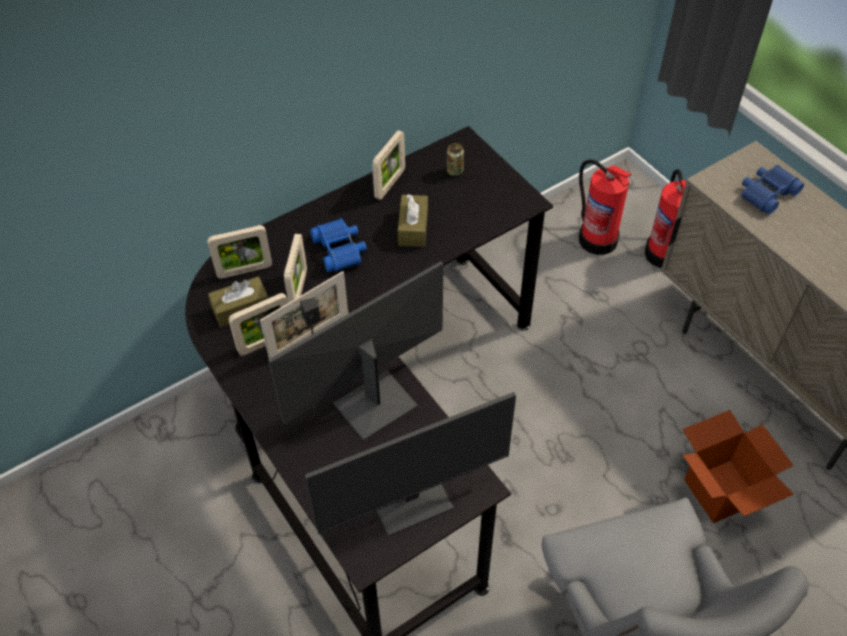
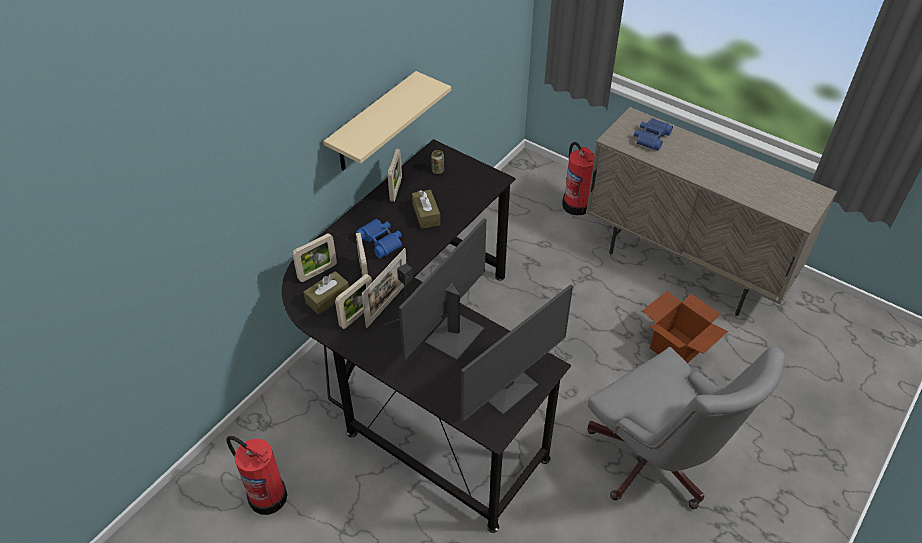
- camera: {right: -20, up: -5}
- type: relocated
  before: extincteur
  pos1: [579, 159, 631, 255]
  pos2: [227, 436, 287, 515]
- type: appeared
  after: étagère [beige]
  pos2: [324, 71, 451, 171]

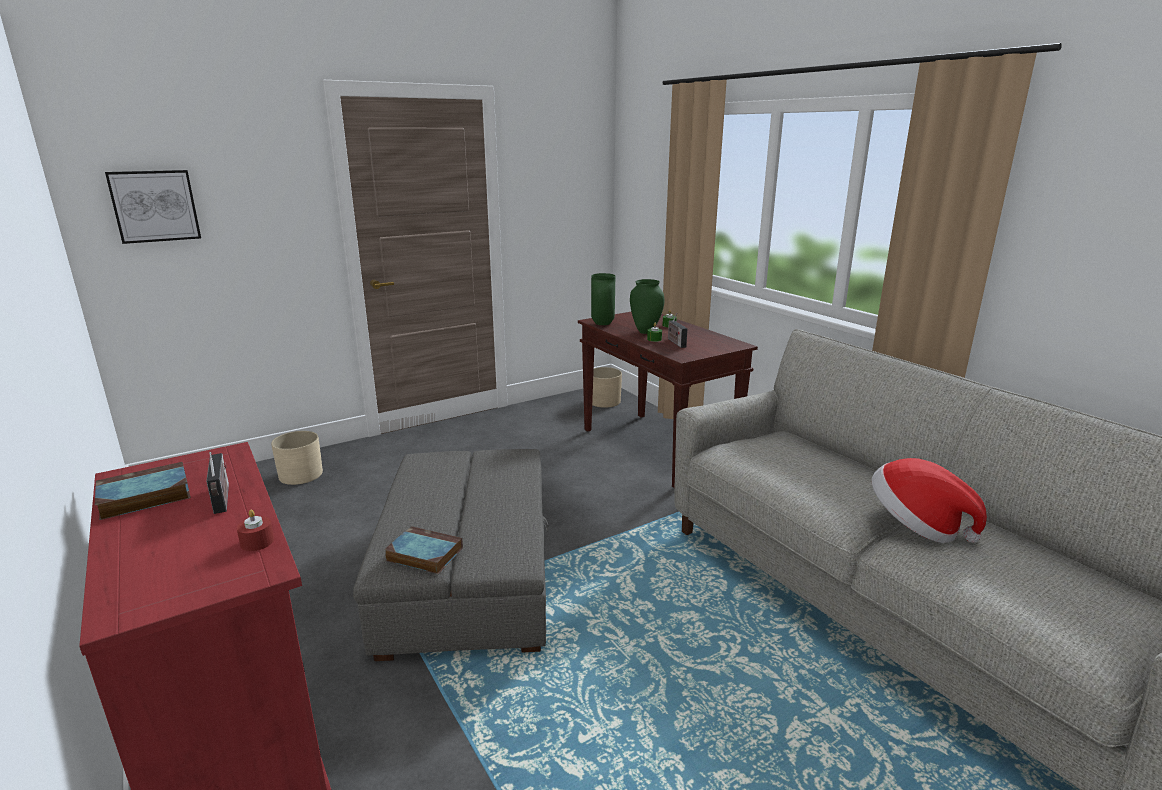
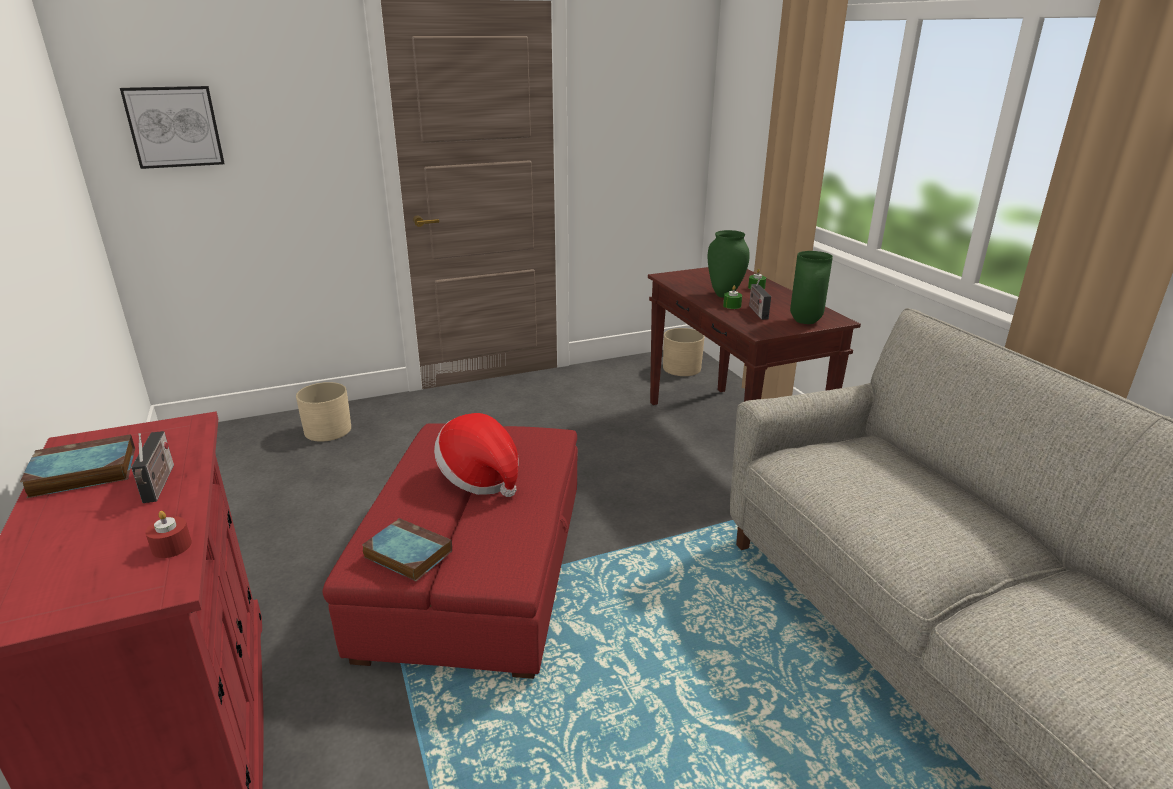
- camera: {right: 10, up: 5}
- type: colour
  before: pouf [gris]
  after: pouf [rouge]
  pos1: [353, 449, 548, 661]
  pos2: [322, 423, 578, 679]
- type: relocated
  before: chapeau
  pos1: [872, 458, 987, 543]
  pos2: [434, 413, 519, 497]
- type: relocated
  before: vase [vert]
  pos1: [591, 273, 615, 325]
  pos2: [790, 251, 833, 324]

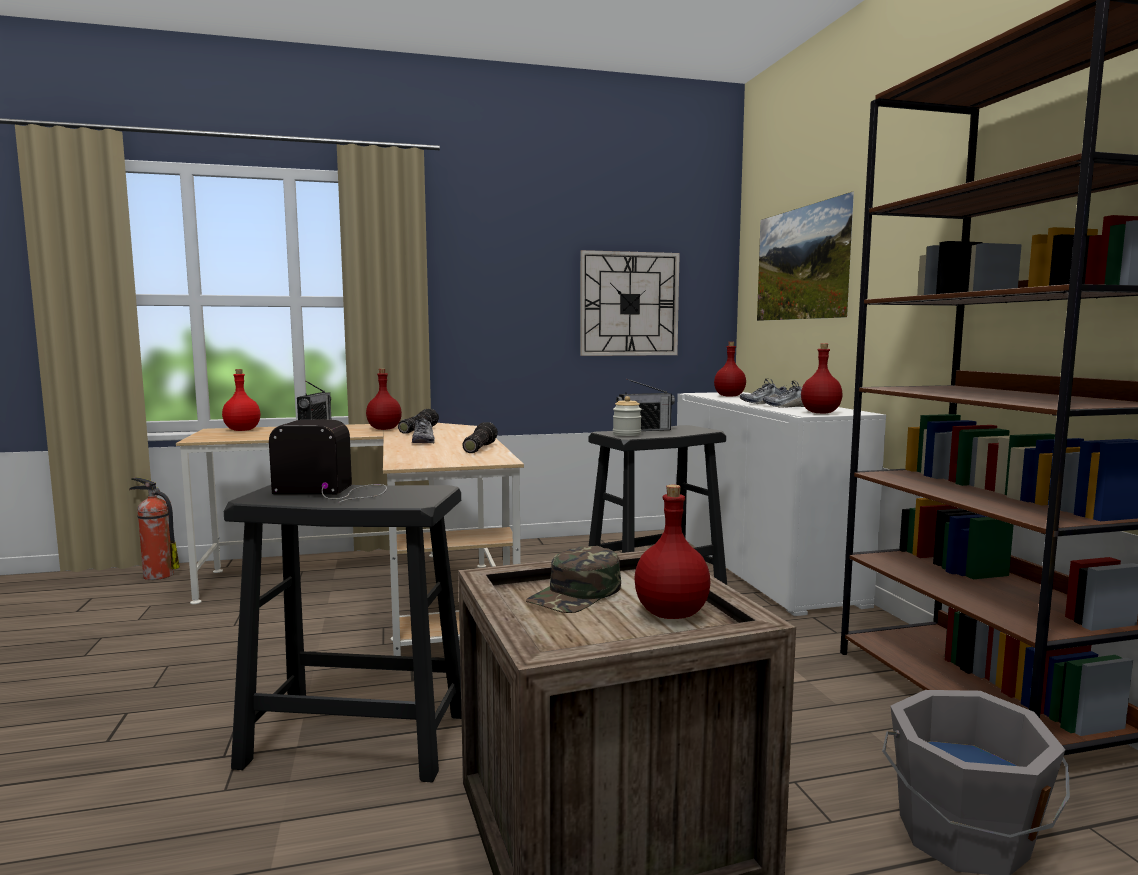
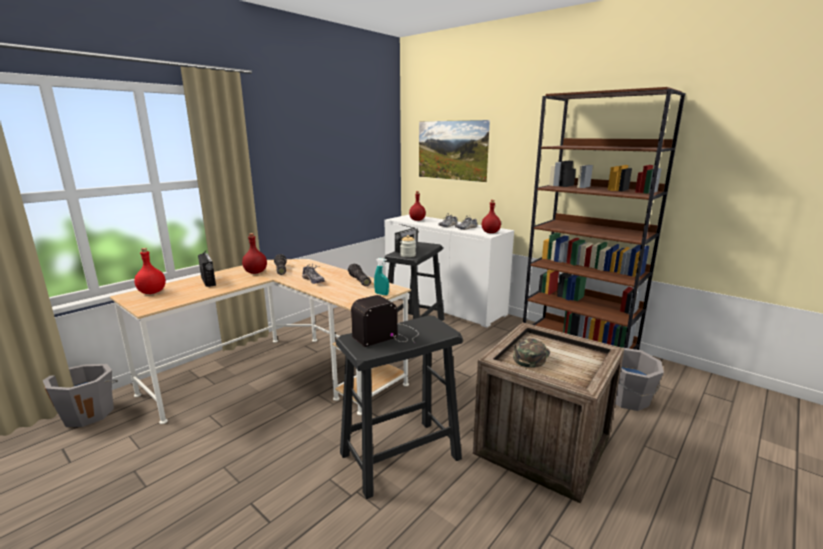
- camera: {right: -35, up: 10}
- type: exchanged
  before: extincteur
  after: seau [gris]
  pos1: [129, 477, 180, 580]
  pos2: [43, 364, 118, 427]
- type: appeared
  after: vaporisateur [turquoise]
  pos2: [374, 258, 389, 295]
- type: spun
  before: casquette [vert]
  pos1: [526, 546, 621, 613]
  pos2: [513, 338, 550, 368]
  turn: -150
- type: missing
  before: horloge murale
  pos1: [580, 250, 680, 356]
- type: missing
  before: bouteille [rouge]
  pos1: [634, 485, 710, 619]

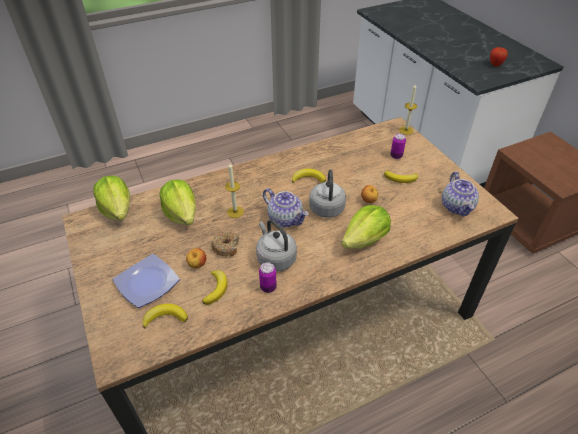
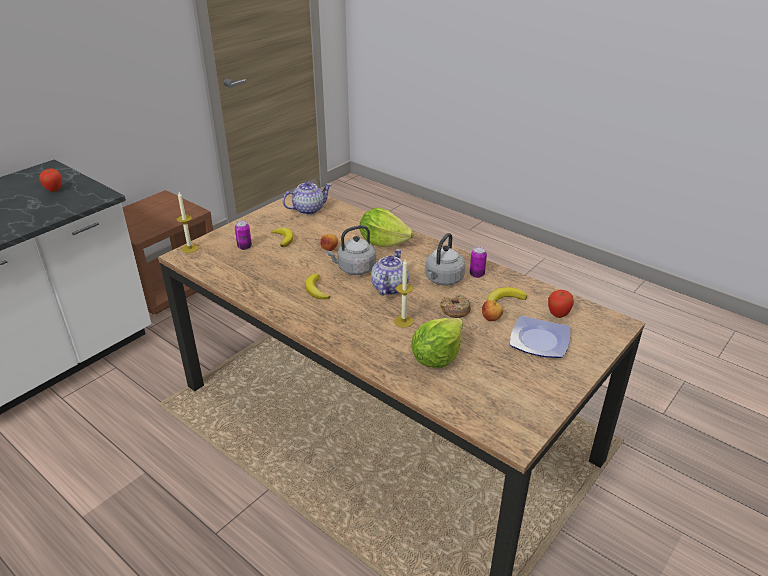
- camera: {right: -115, up: -10}
- type: exchanged
  before: banane
  after: pomme
  pos1: [143, 304, 188, 328]
  pos2: [548, 290, 574, 318]
- type: missing
  before: laitue
  pos1: [93, 175, 130, 221]

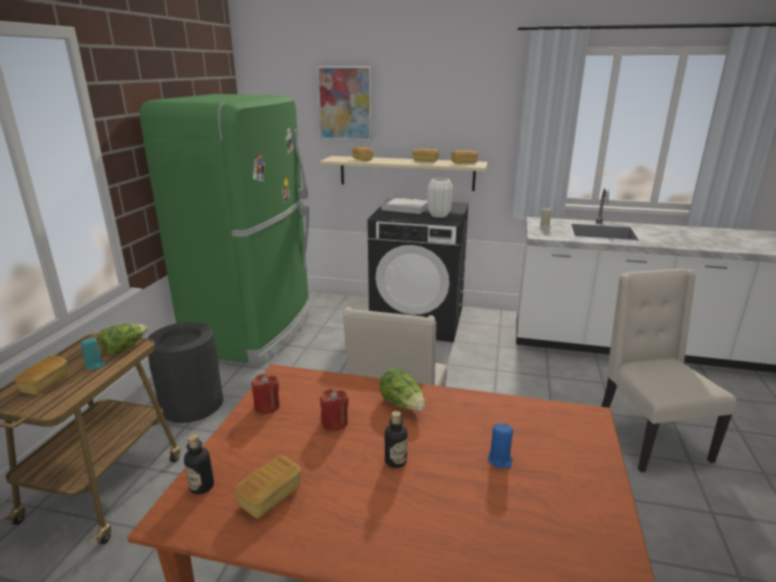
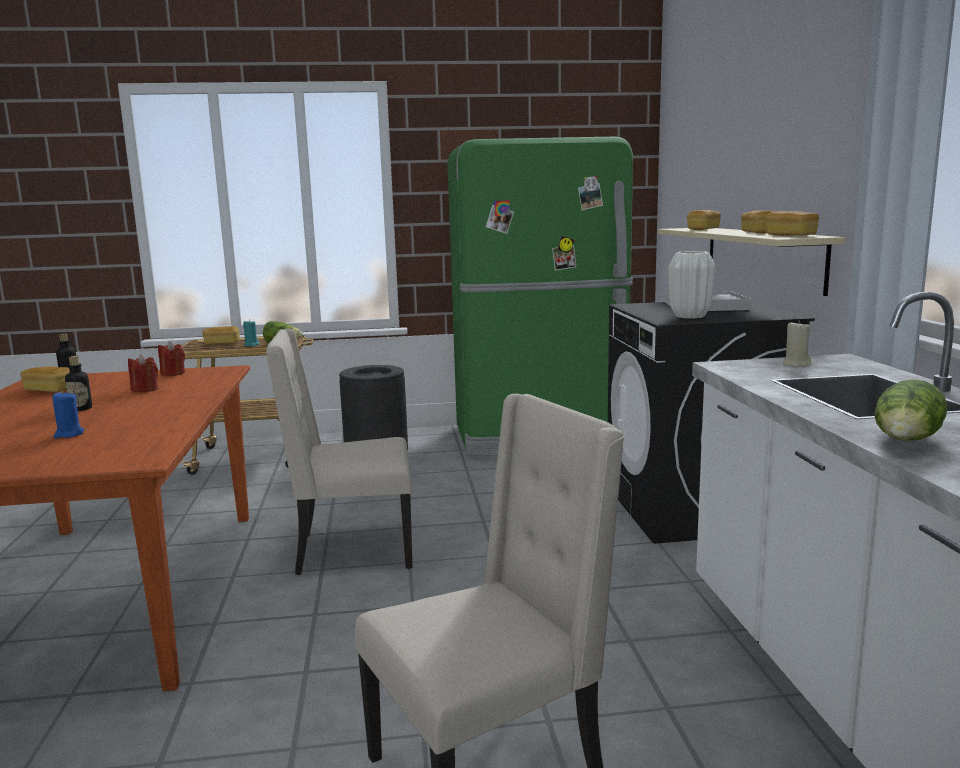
- camera: {right: 70, up: -10}
- type: relocated
  before: laitue
  pos1: [379, 367, 425, 411]
  pos2: [874, 379, 948, 441]
- type: missing
  before: tableau
  pos1: [317, 66, 372, 141]

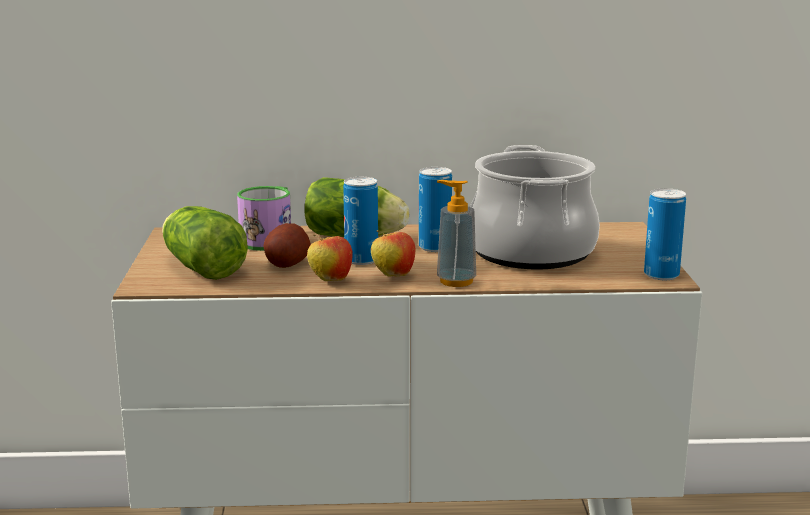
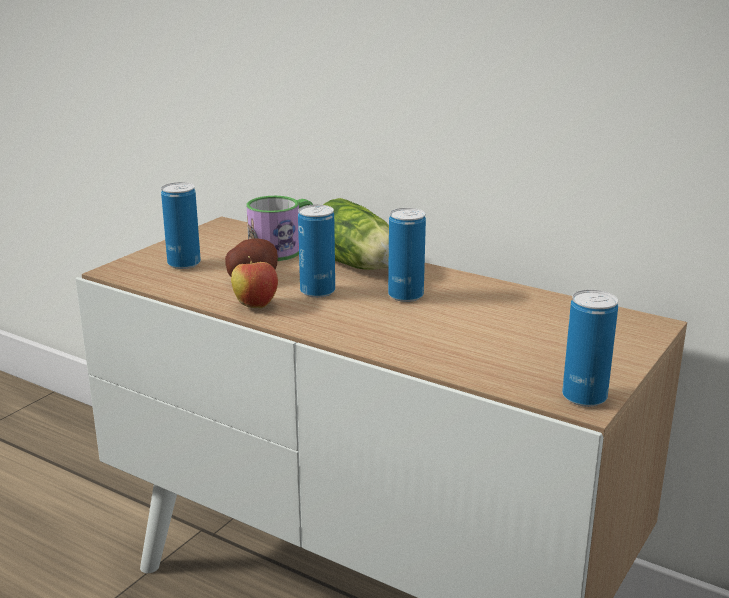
- camera: {right: 35, up: 5}
- type: exchanged
  before: laitue
  after: boîte métallique
  pos1: [162, 206, 248, 280]
  pos2: [161, 182, 201, 269]
- type: missing
  before: pomme
  pos1: [371, 230, 415, 277]
- type: missing
  before: distributeur de savon
  pos1: [437, 180, 476, 287]
- type: missing
  before: marmite
  pos1: [470, 145, 600, 269]

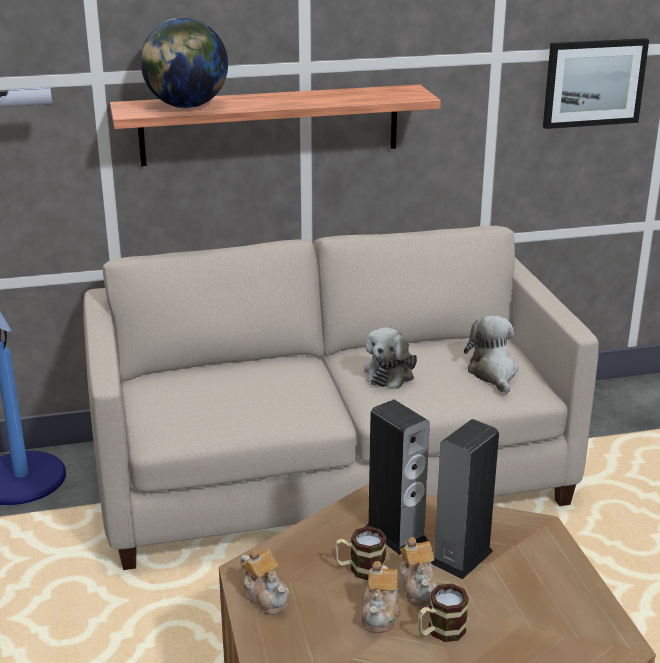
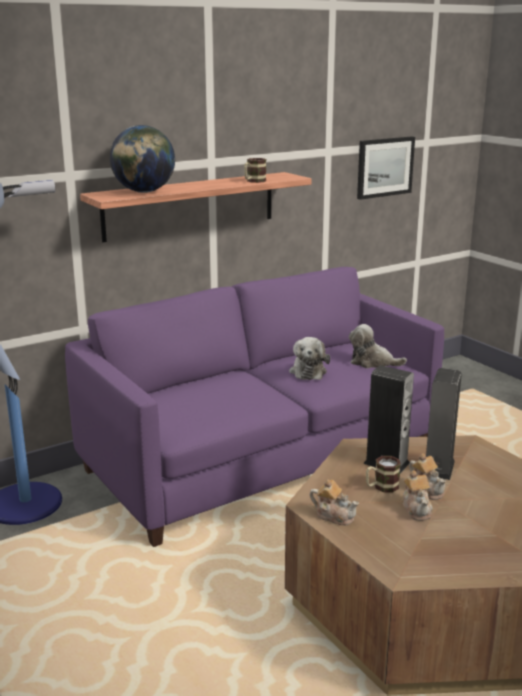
- camera: {right: -20, up: -5}
- type: colour
  before: canapé [beige]
  after: canapé [violet]
  pos1: [83, 226, 599, 570]
  pos2: [65, 267, 444, 547]
- type: relocated
  before: mug
  pos1: [418, 584, 469, 642]
  pos2: [244, 158, 266, 183]
- type: spun
  before: peluche
  pos1: [464, 316, 518, 394]
  pos2: [349, 324, 407, 368]
  turn: -45

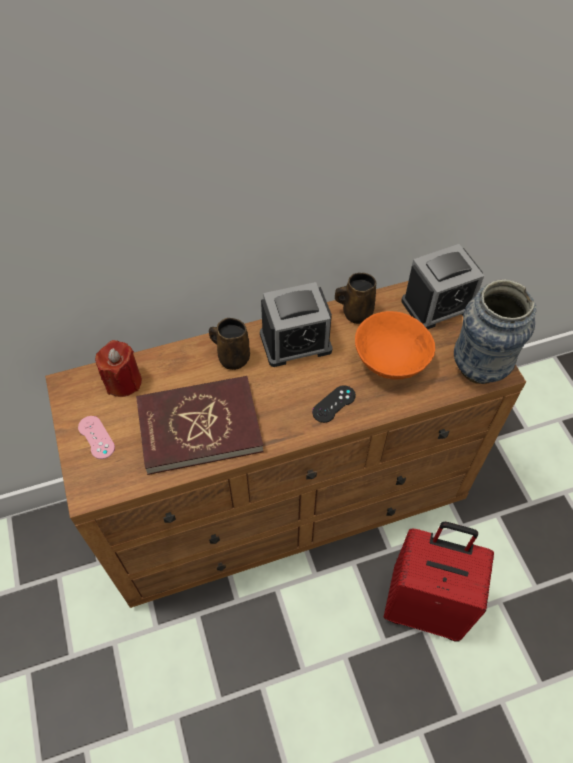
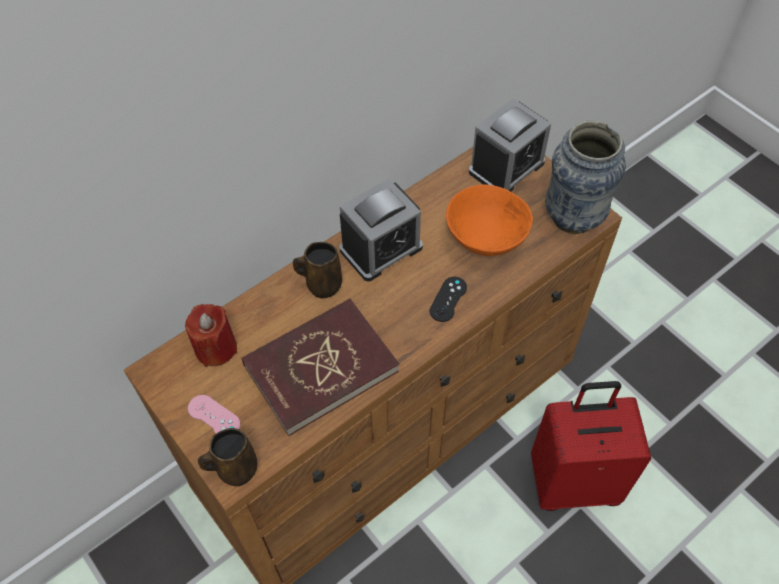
- camera: {right: -20, up: 0}
- type: relocated
  before: mug [marron]
  pos1: [335, 273, 376, 324]
  pos2: [198, 428, 257, 486]

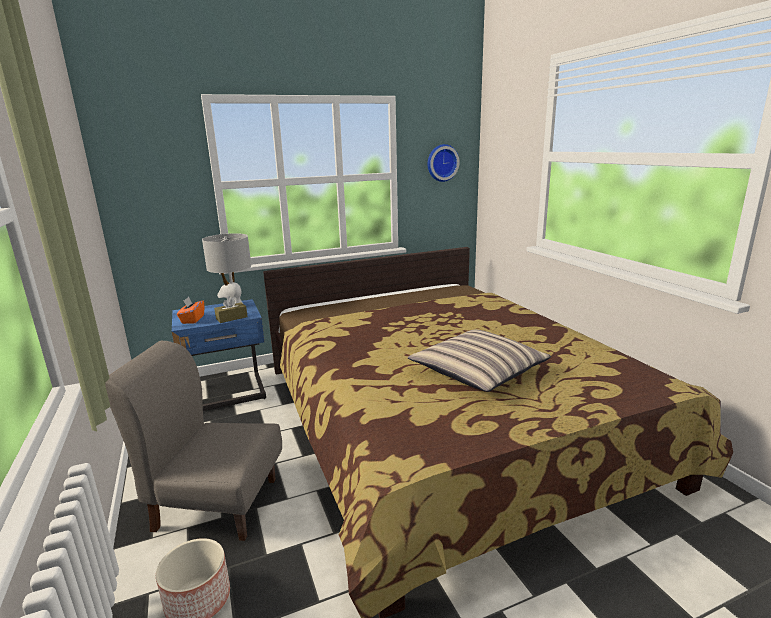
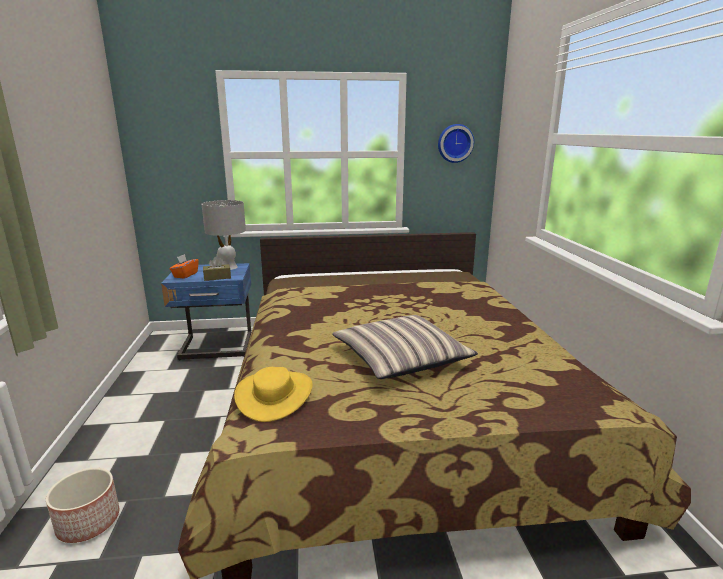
- camera: {right: 15, up: 0}
- type: appeared
  after: chapeau [jaune]
  pos2: [234, 367, 313, 422]
- type: missing
  before: chaise [gris]
  pos1: [105, 341, 282, 541]

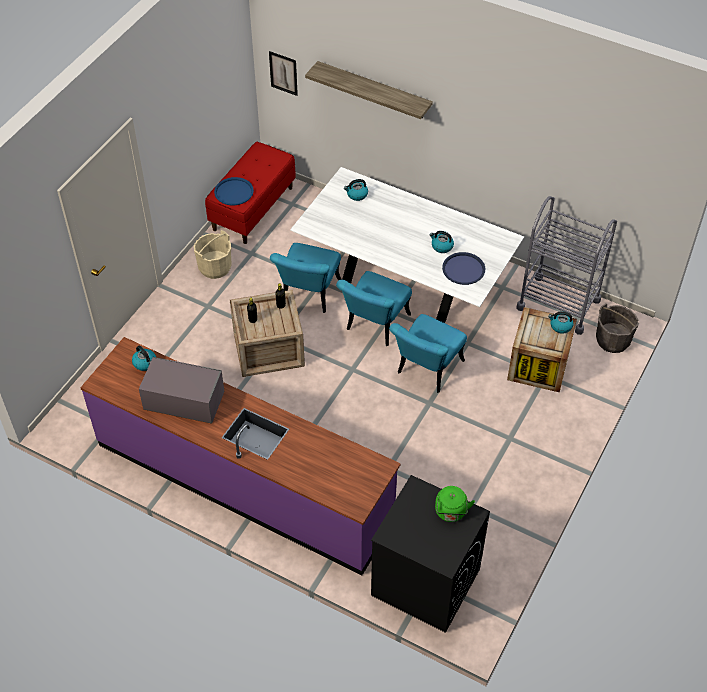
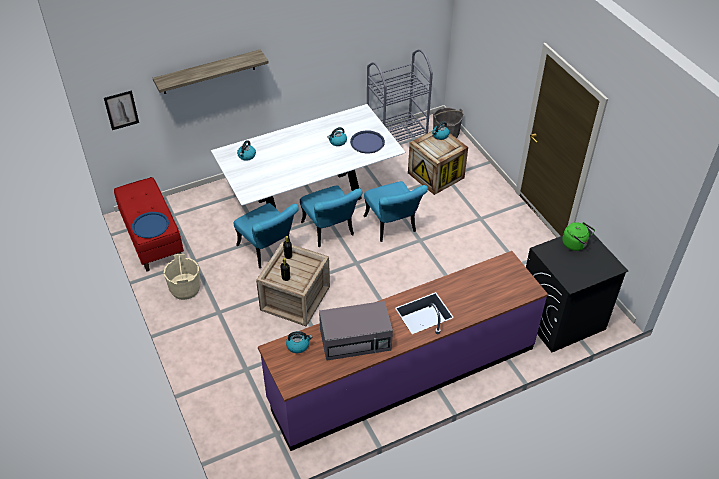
- camera: {right: -55, up: -5}
- type: spun
  before: micro-ondes [gris]
  pos1: [139, 357, 224, 424]
  pos2: [319, 301, 393, 361]
  turn: -150

